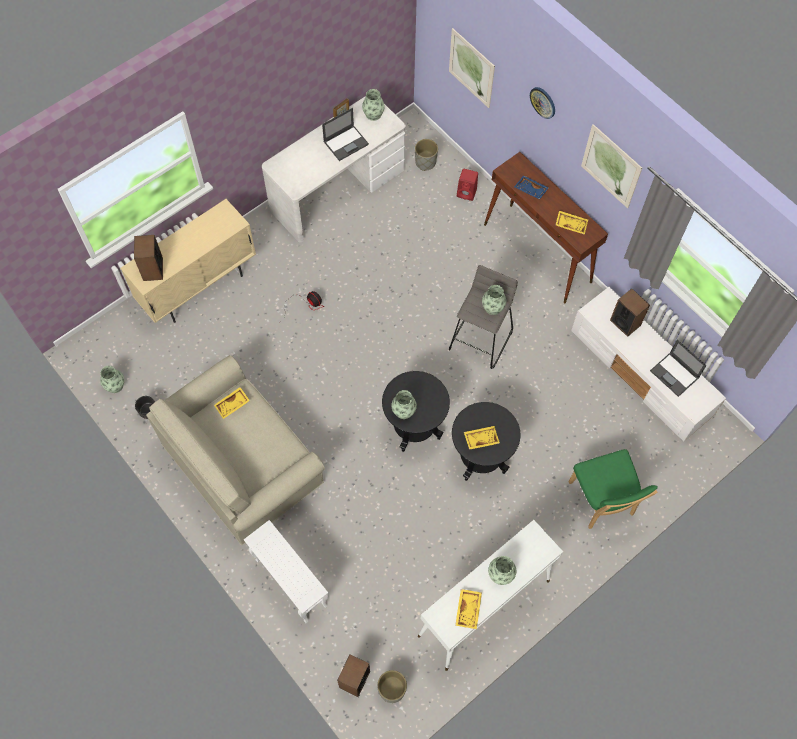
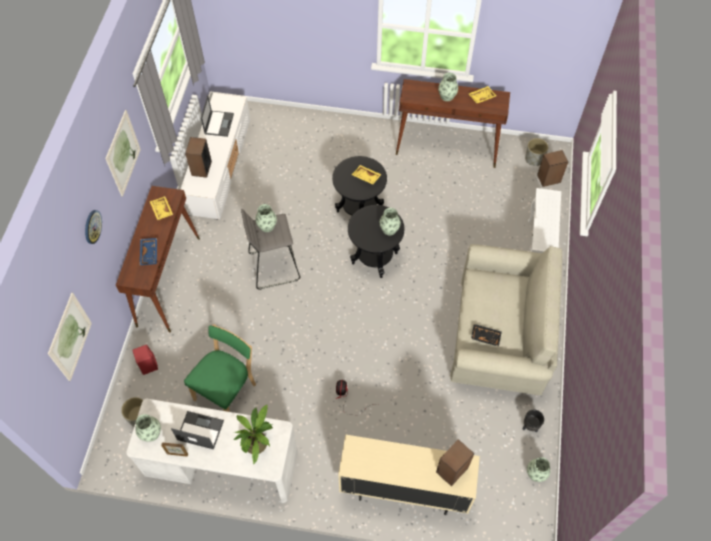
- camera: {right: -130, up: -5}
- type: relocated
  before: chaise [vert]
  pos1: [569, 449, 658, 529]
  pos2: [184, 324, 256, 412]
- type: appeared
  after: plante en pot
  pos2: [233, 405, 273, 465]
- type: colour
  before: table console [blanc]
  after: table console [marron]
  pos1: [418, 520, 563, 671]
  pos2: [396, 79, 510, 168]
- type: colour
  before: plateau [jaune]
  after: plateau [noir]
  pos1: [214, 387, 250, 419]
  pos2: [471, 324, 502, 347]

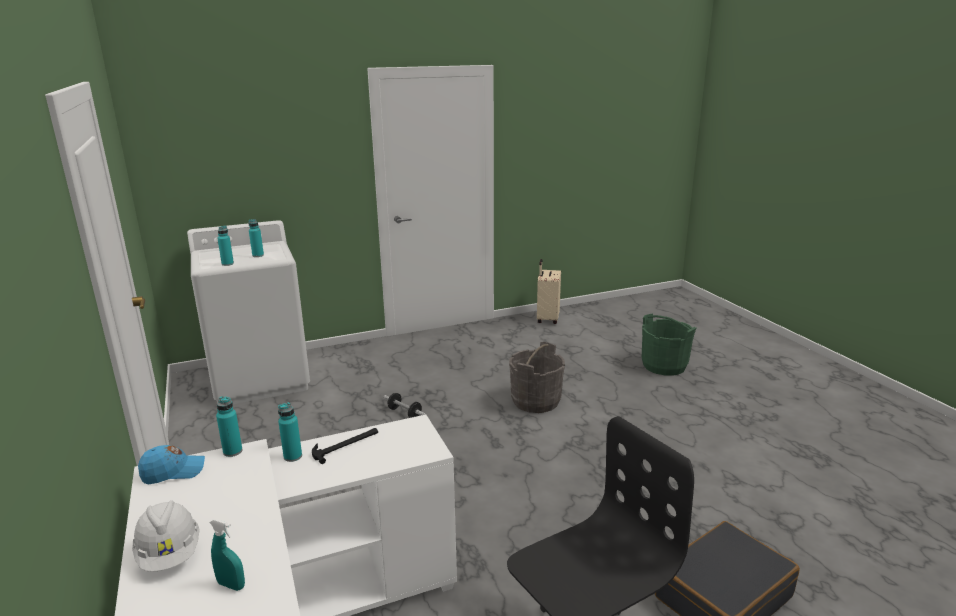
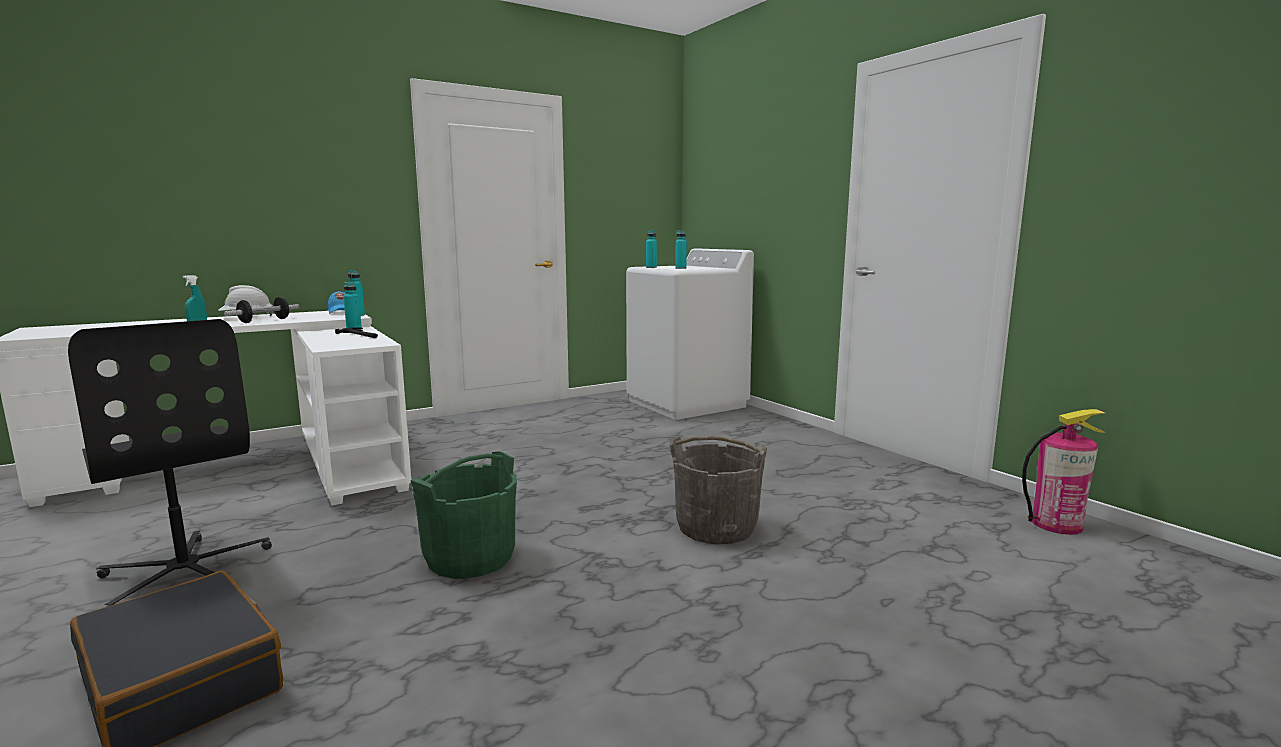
- camera: {right: 80, up: -10}
- type: relocated
  before: haltère
  pos1: [384, 393, 426, 418]
  pos2: [224, 297, 299, 323]
- type: relocated
  before: seau [vert]
  pos1: [642, 314, 696, 376]
  pos2: [410, 452, 517, 579]
- type: exchanged
  before: valise [beige]
  after: extincteur
  pos1: [537, 259, 561, 324]
  pos2: [1022, 409, 1106, 535]

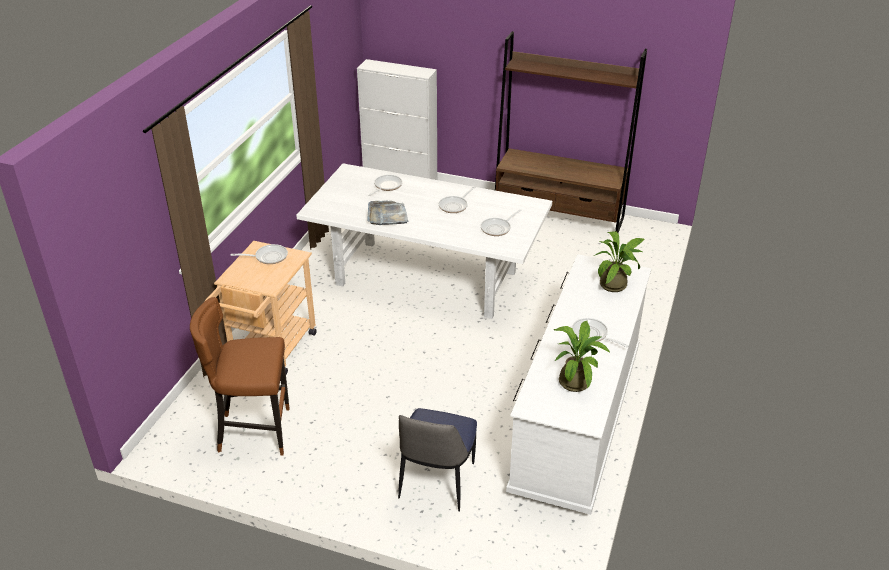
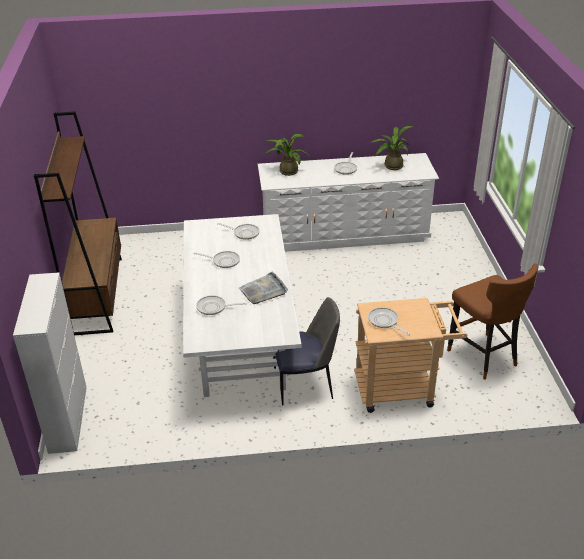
- camera: {right: -115, up: 0}
- type: relocated
  before: chaise
  pos1: [398, 408, 477, 512]
  pos2: [273, 297, 340, 405]

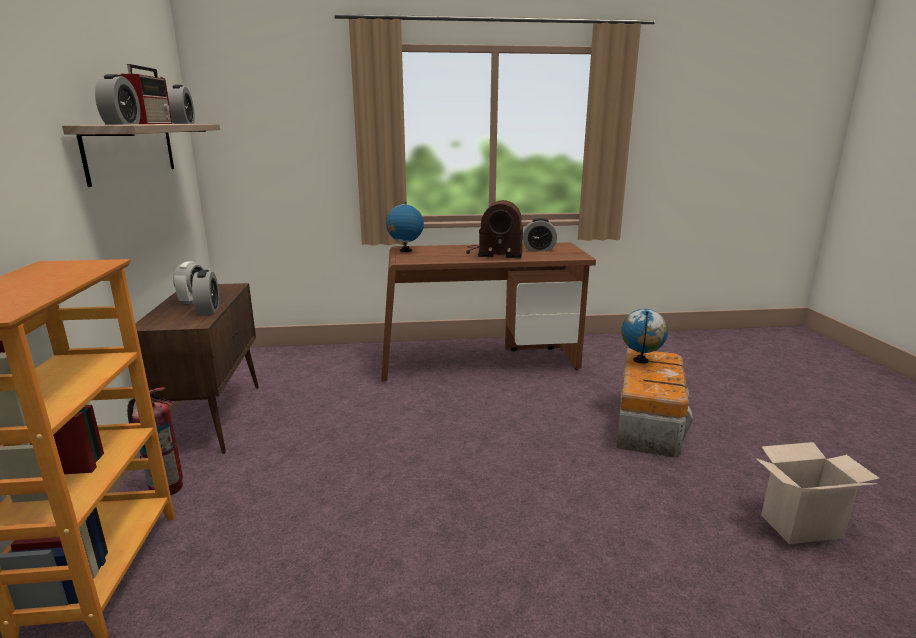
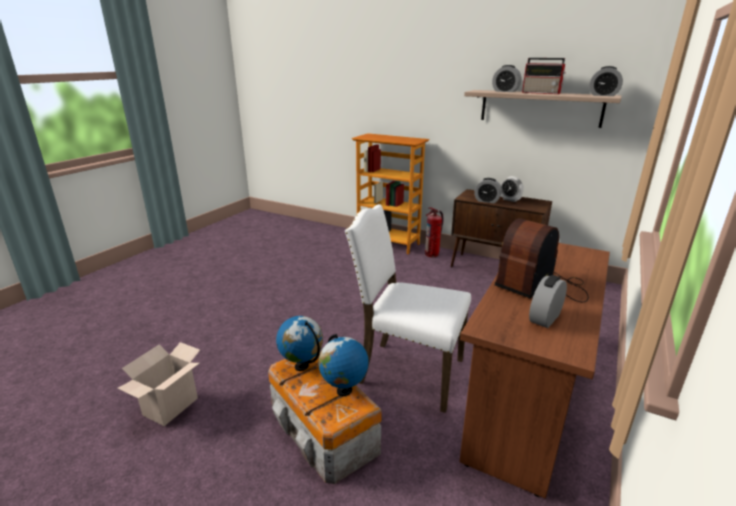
- camera: {right: 125, up: 5}
- type: relocated
  before: globe
  pos1: [386, 202, 424, 252]
  pos2: [276, 316, 323, 371]
- type: appeared
  after: chaise [blanc]
  pos2: [345, 204, 471, 413]

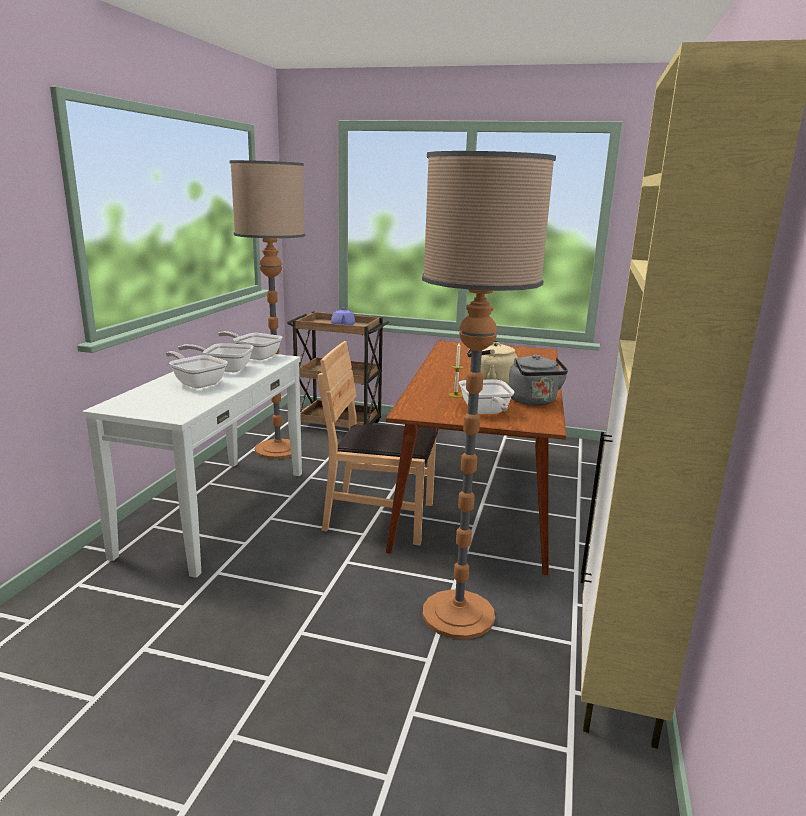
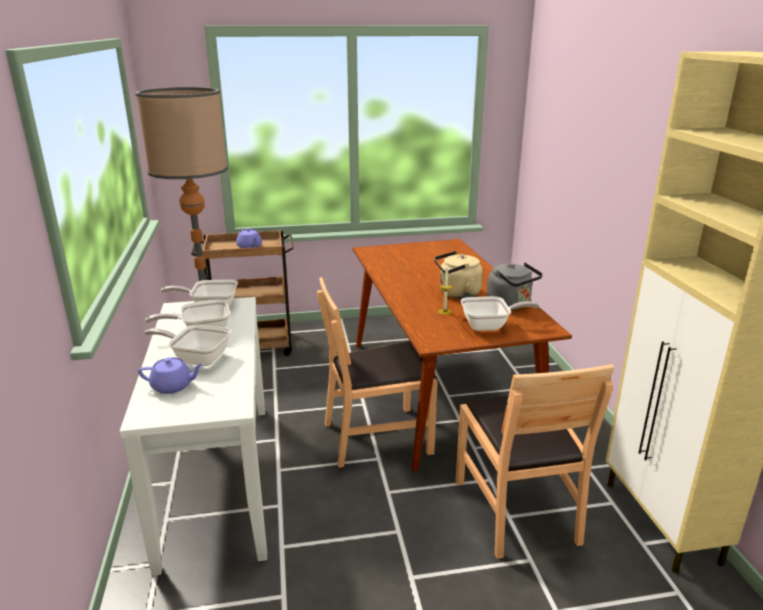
- camera: {right: -25, up: 5}
- type: appeared
  after: théière [violet]
  pos2: [138, 358, 204, 394]
- type: exchanged
  before: lampadaire
  after: chaise [marron]
  pos1: [422, 151, 556, 639]
  pos2: [456, 364, 614, 559]
- type: spun
  before: poêle
  pos1: [459, 379, 514, 414]
  pos2: [461, 296, 540, 331]
  turn: -60

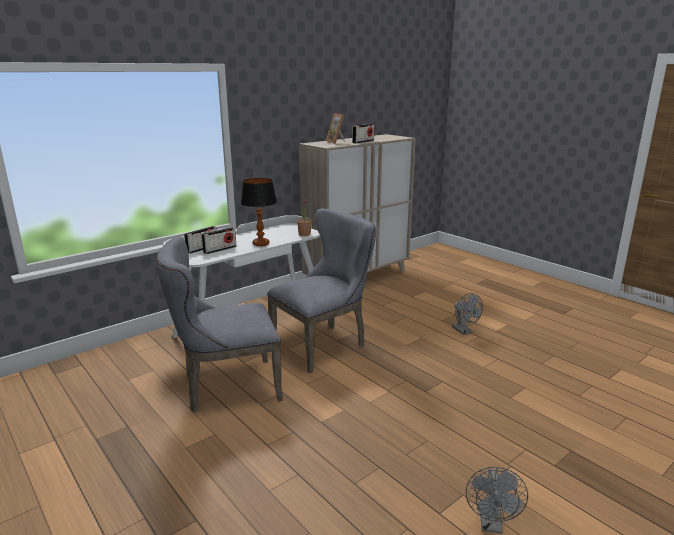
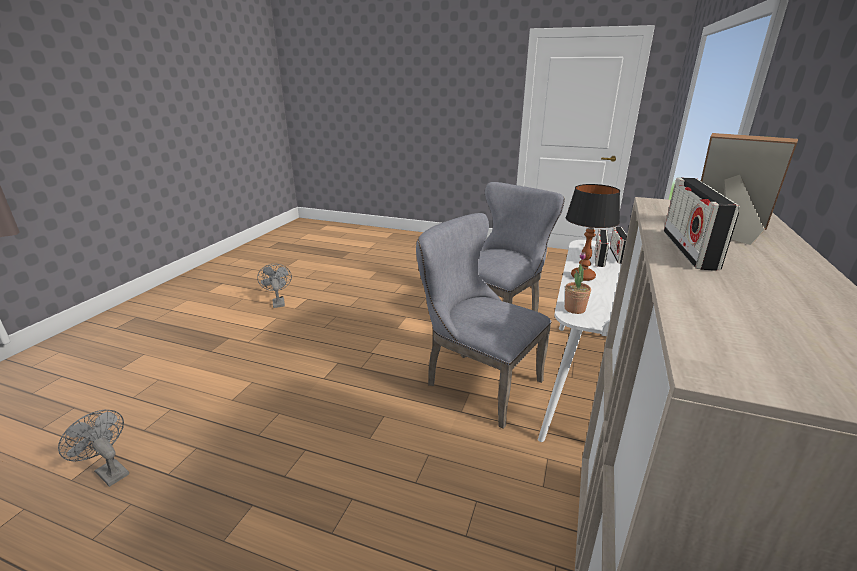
- camera: {right: 150, up: 5}
- type: relocated
  before: ventilateur [gris]
  pos1: [452, 293, 483, 335]
  pos2: [58, 410, 129, 487]
- type: spun
  before: chaise [gris]
  pos1: [267, 209, 376, 373]
  pos2: [416, 213, 552, 429]
  turn: 105

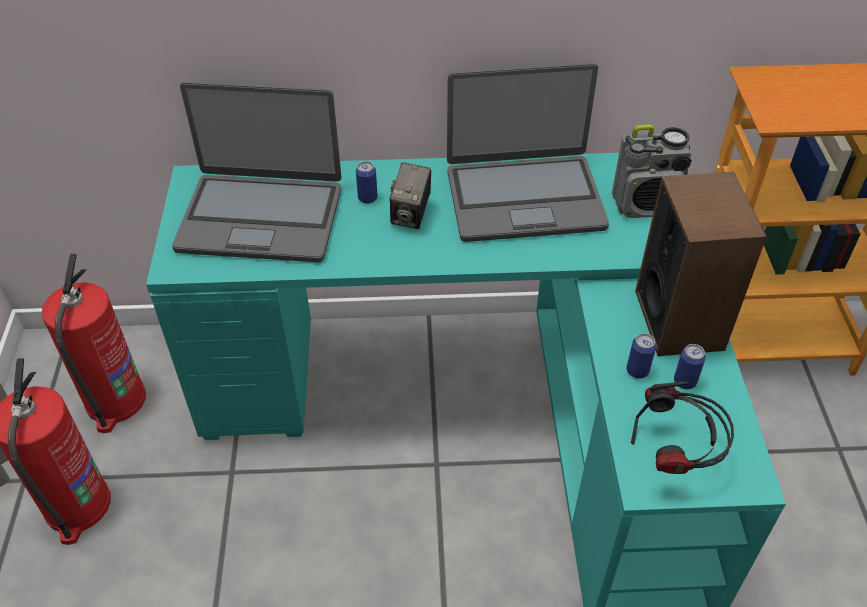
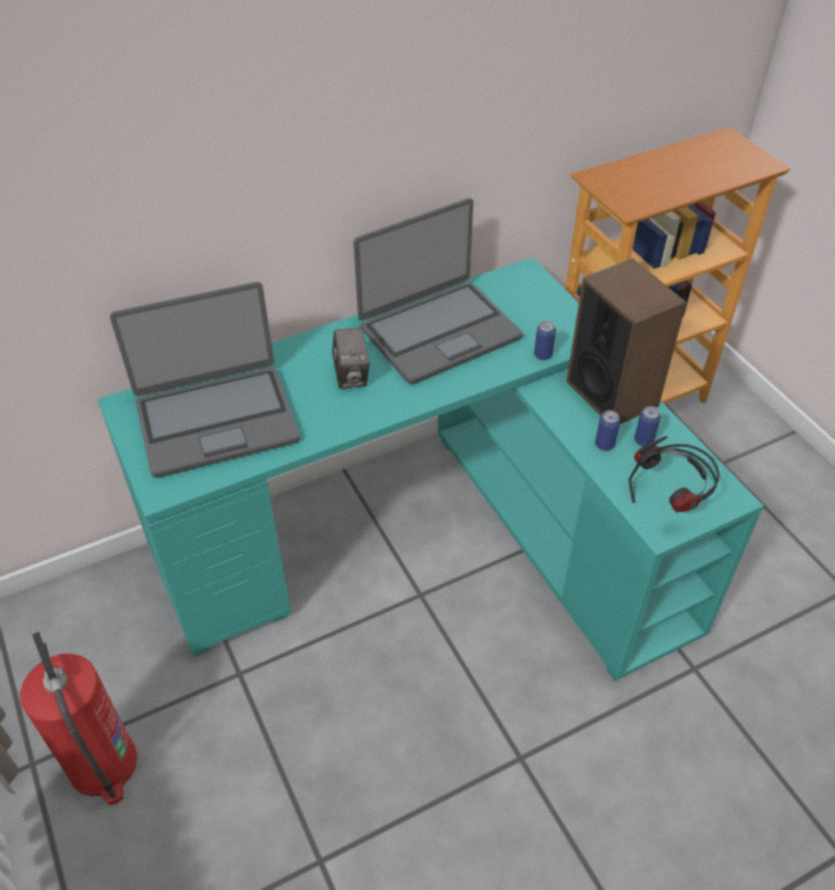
- camera: {right: -25, up: 0}
- type: relocated
  before: boîte métallique
  pos1: [356, 161, 378, 204]
  pos2: [534, 321, 556, 360]
- type: missing
  before: extincteur
  pos1: [41, 254, 146, 433]
- type: missing
  before: radio
  pos1: [612, 125, 692, 218]

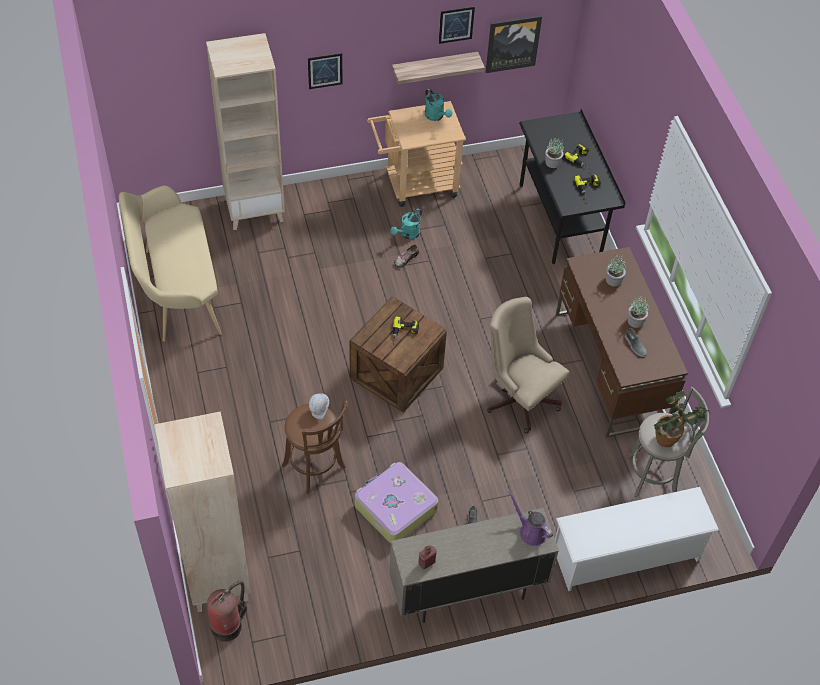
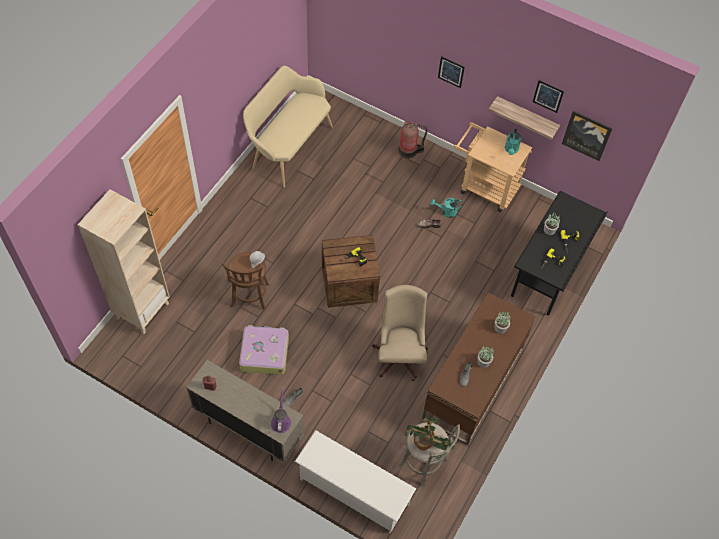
- camera: {right: 45, up: 5}
- type: relocated
  before: extincteur
  pos1: [207, 581, 247, 642]
  pos2: [399, 121, 428, 159]
- type: missing
  before: bibliothèque [beige]
  pos1: [206, 33, 285, 230]

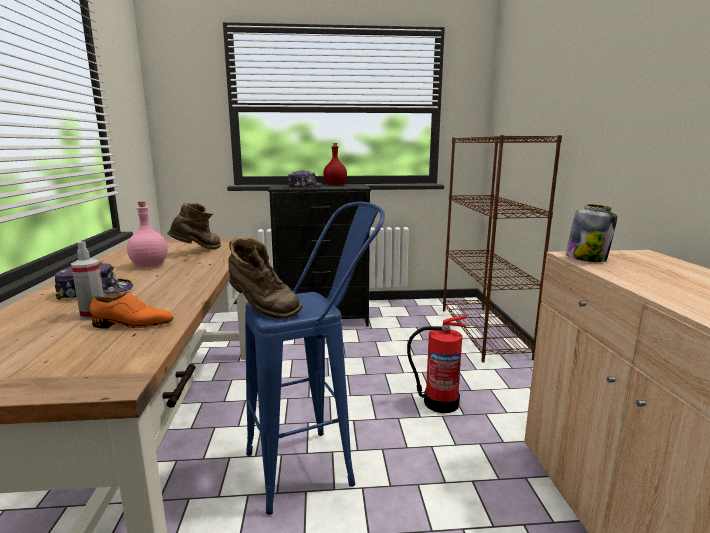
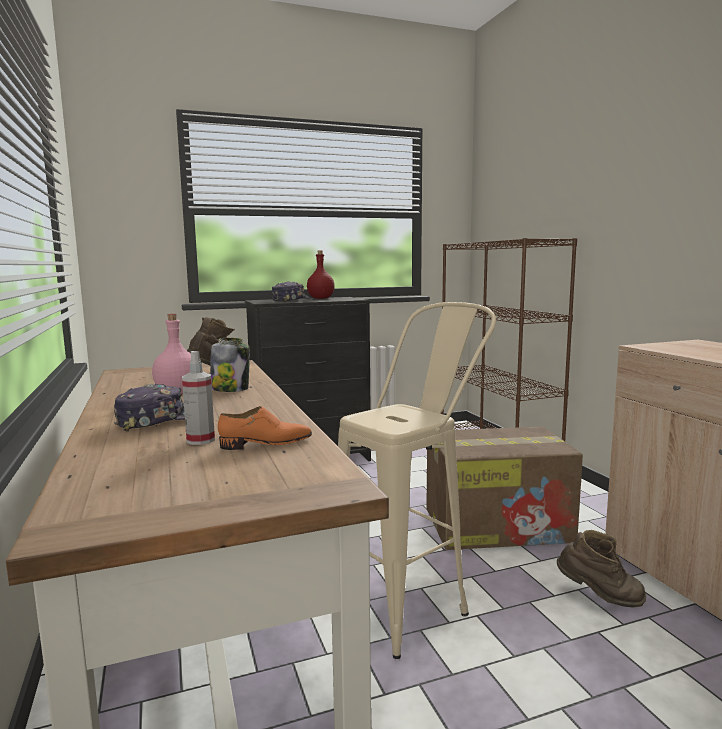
- camera: {right: -15, up: -5}
- type: relocated
  before: bocal
  pos1: [566, 204, 617, 262]
  pos2: [210, 338, 250, 392]
- type: colour
  before: tabouret [bleu]
  after: tabouret [beige]
  pos1: [245, 202, 385, 515]
  pos2: [338, 302, 496, 659]
- type: exchanged
  before: extincteur
  after: carton
  pos1: [407, 314, 467, 413]
  pos2: [426, 427, 583, 550]
- type: relocated
  before: botte [marron]
  pos1: [228, 238, 302, 319]
  pos2: [557, 530, 646, 608]

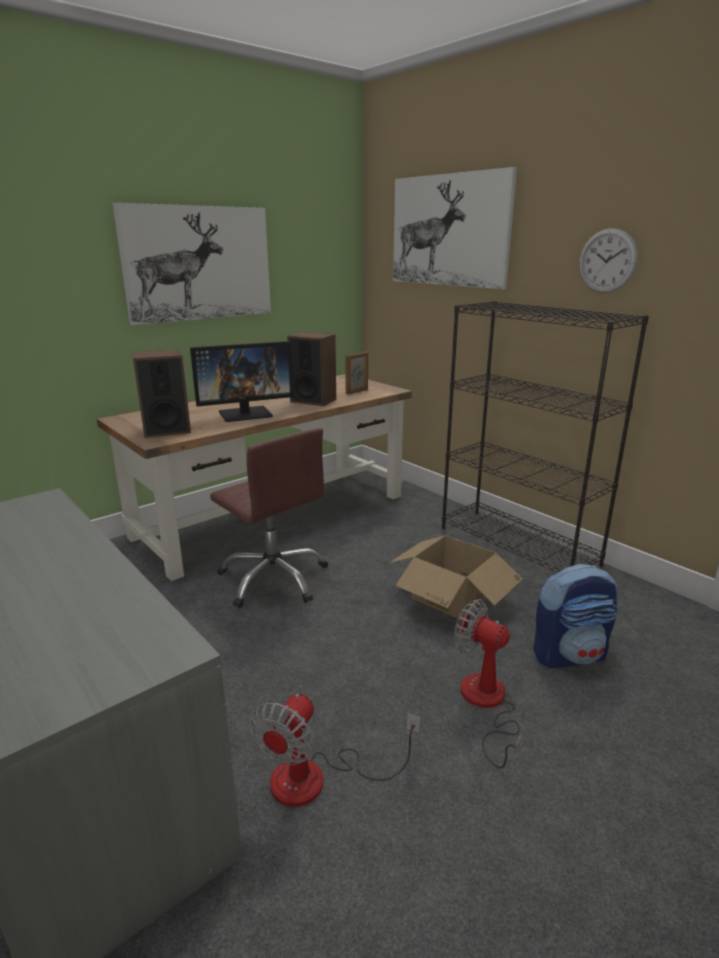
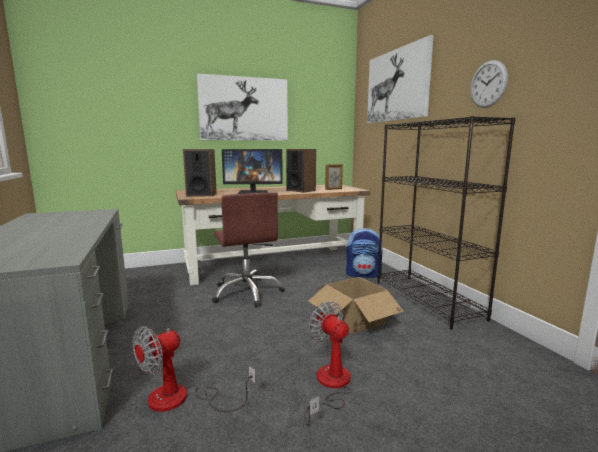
- camera: {right: 20, up: -10}
- type: relocated
  before: sac à dos
  pos1: [533, 564, 617, 668]
  pos2: [346, 228, 383, 278]

